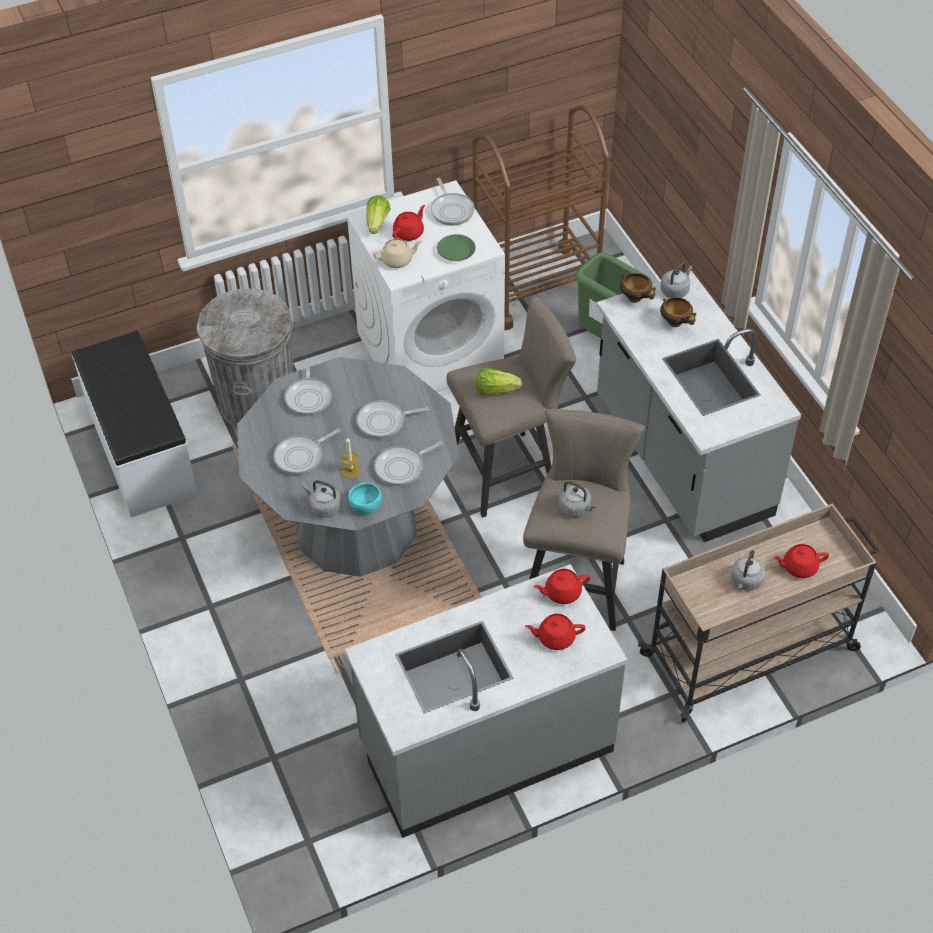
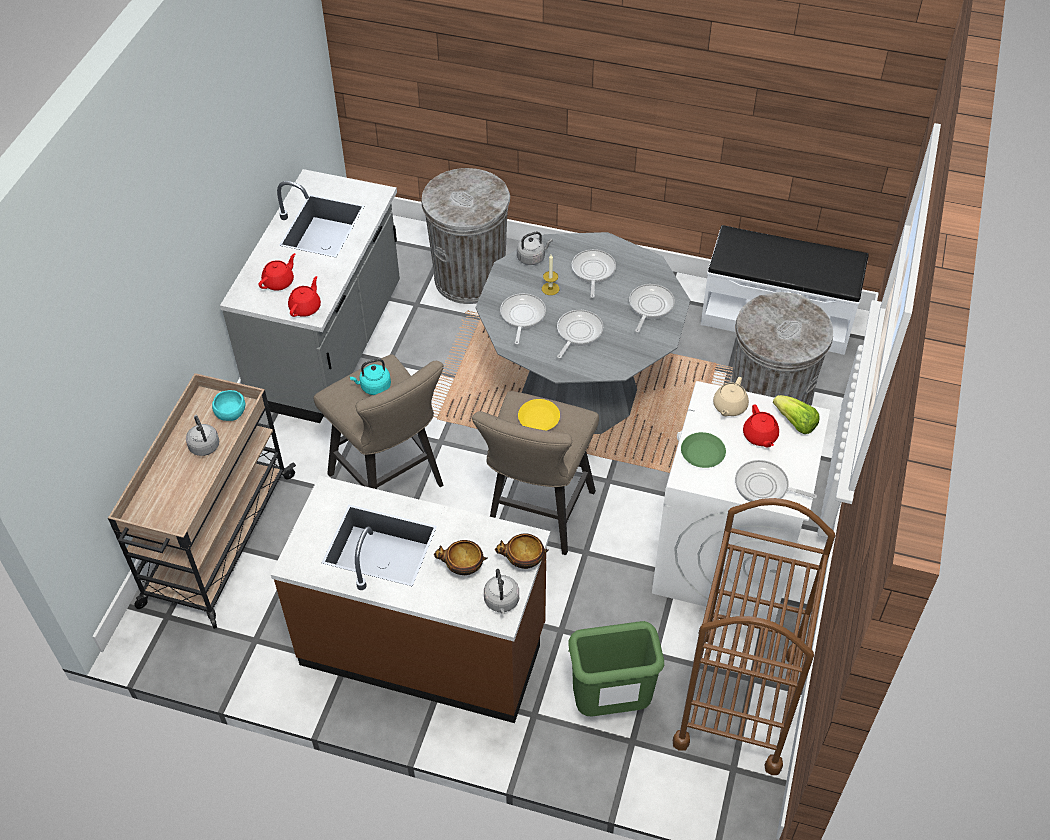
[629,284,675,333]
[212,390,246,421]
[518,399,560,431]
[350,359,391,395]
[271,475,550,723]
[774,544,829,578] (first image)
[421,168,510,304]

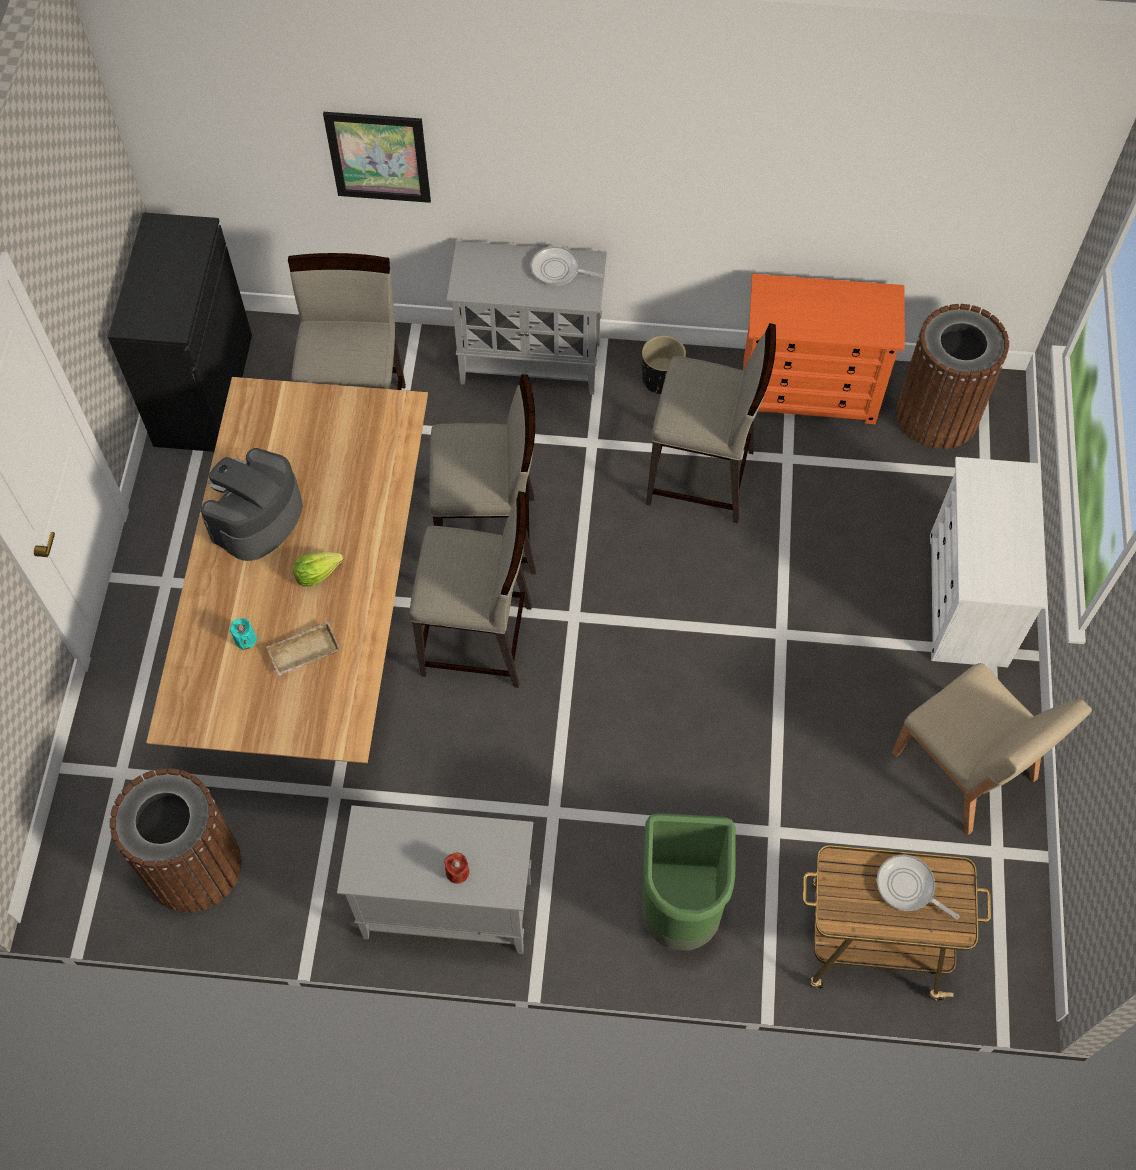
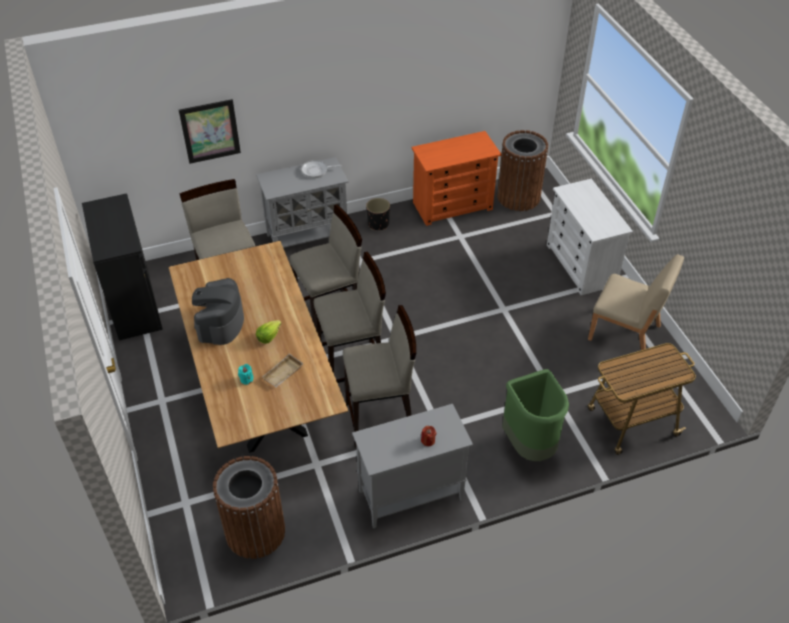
[343,305,416,448]
[877,855,959,920] (first image)

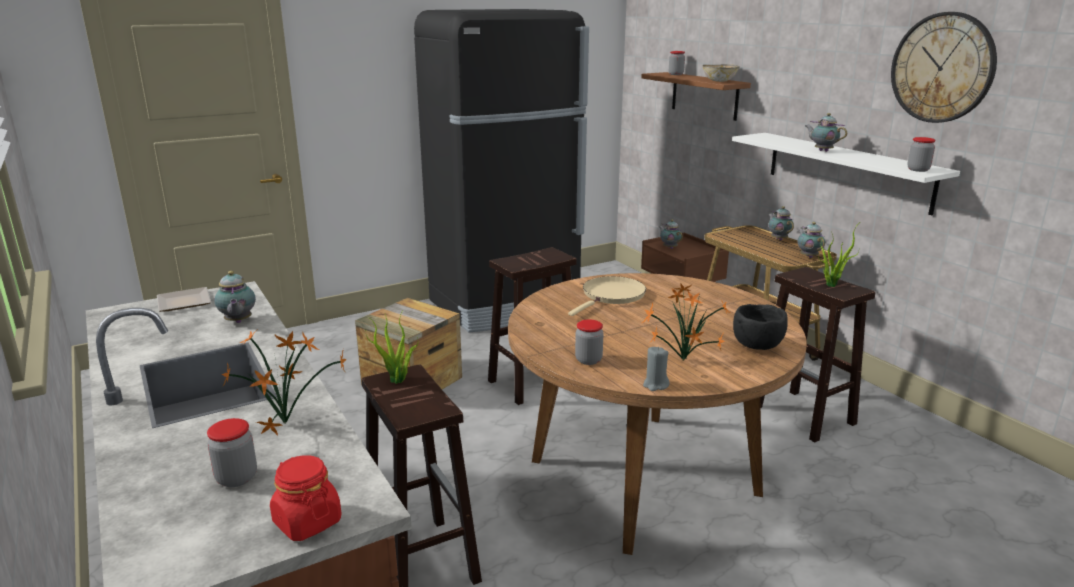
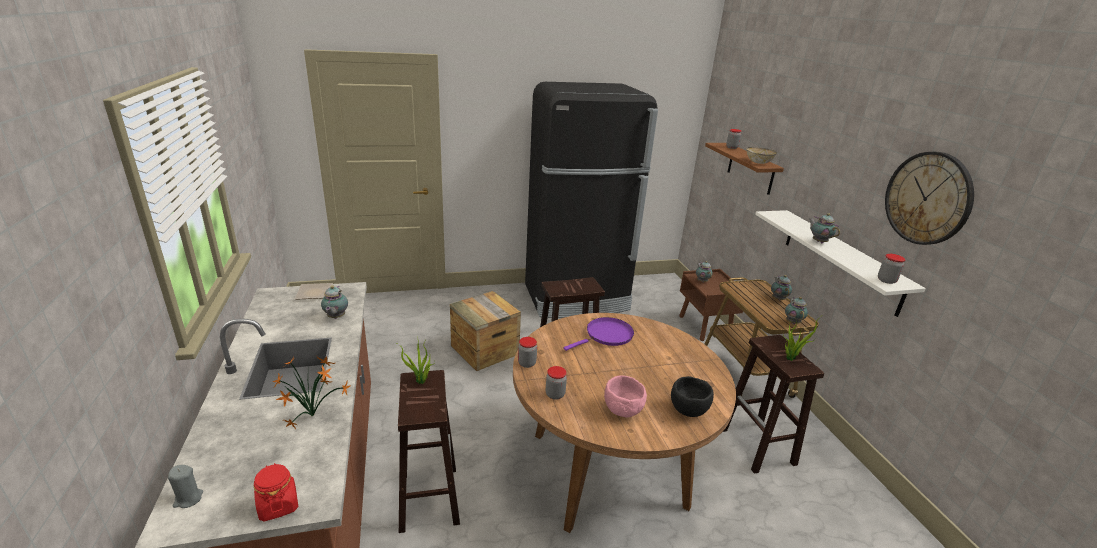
[518,337,537,368]
[563,317,634,351]
[604,375,647,417]
[168,465,203,508]

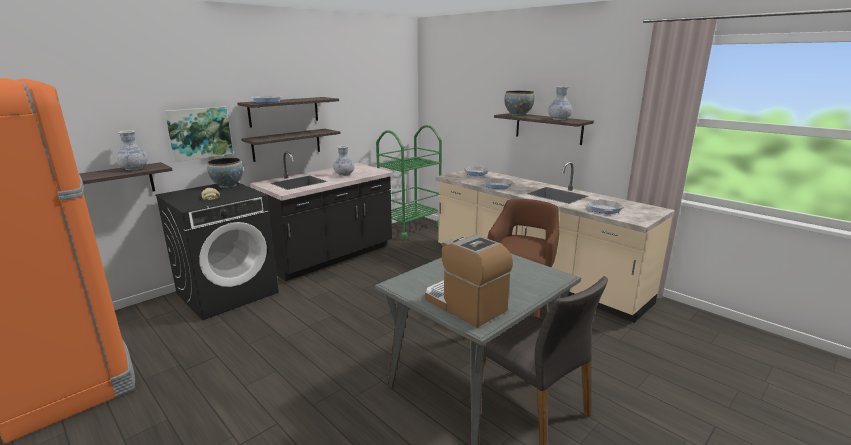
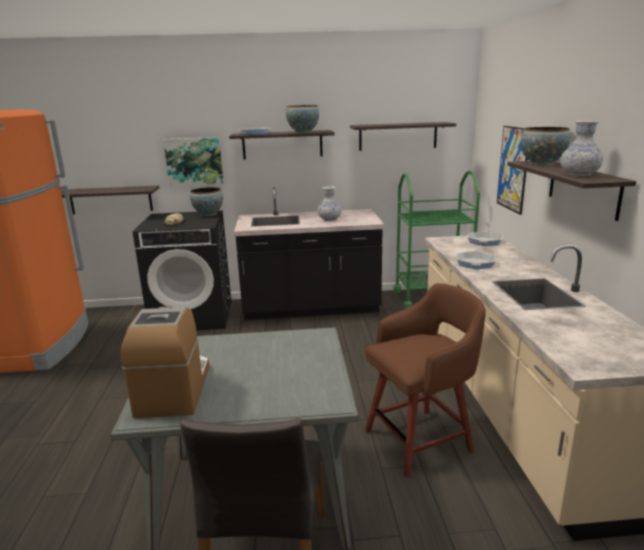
[116,131,148,170] (first image)
[350,122,456,151]
[587,199,623,214] (first image)
[286,105,319,133]
[497,126,528,215]

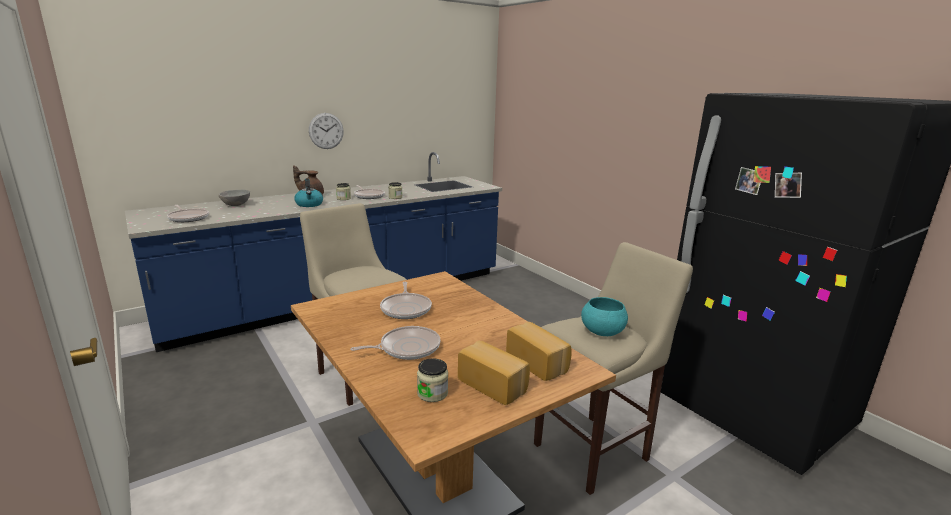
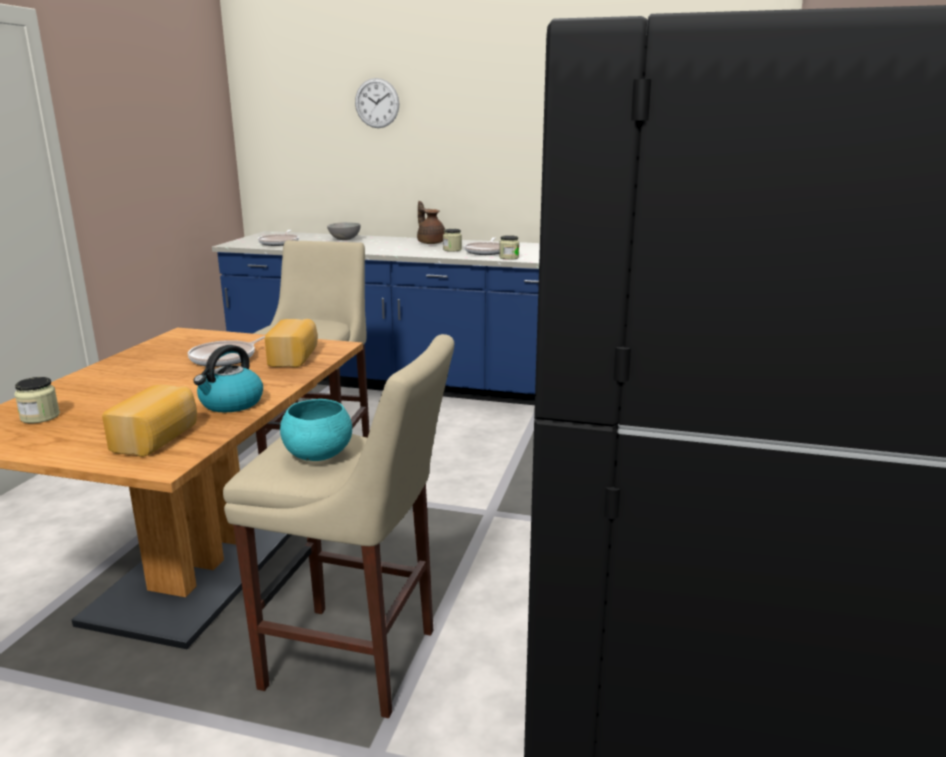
[193,345,263,412]
[355,78,399,128]
[350,326,440,360] (first image)
[265,319,318,367]

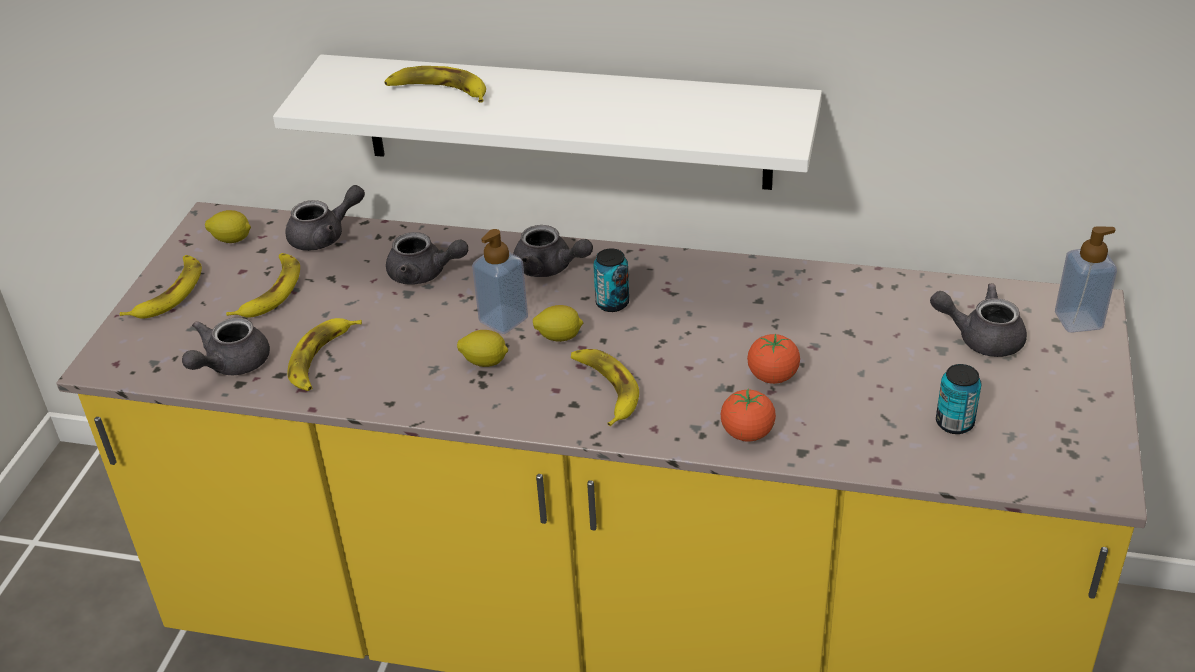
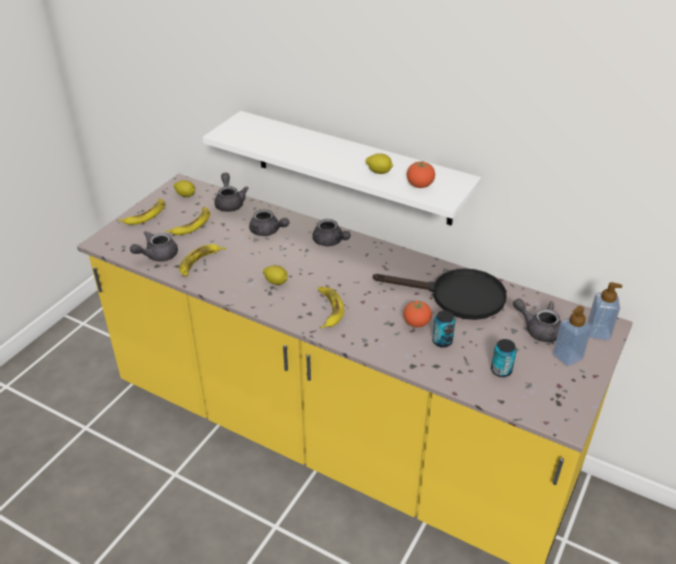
[214,173,248,212]
[384,66,486,102] (first image)
[553,306,592,366]
[366,153,393,174]
[432,311,455,348]
[407,161,435,188]
[373,268,507,320]

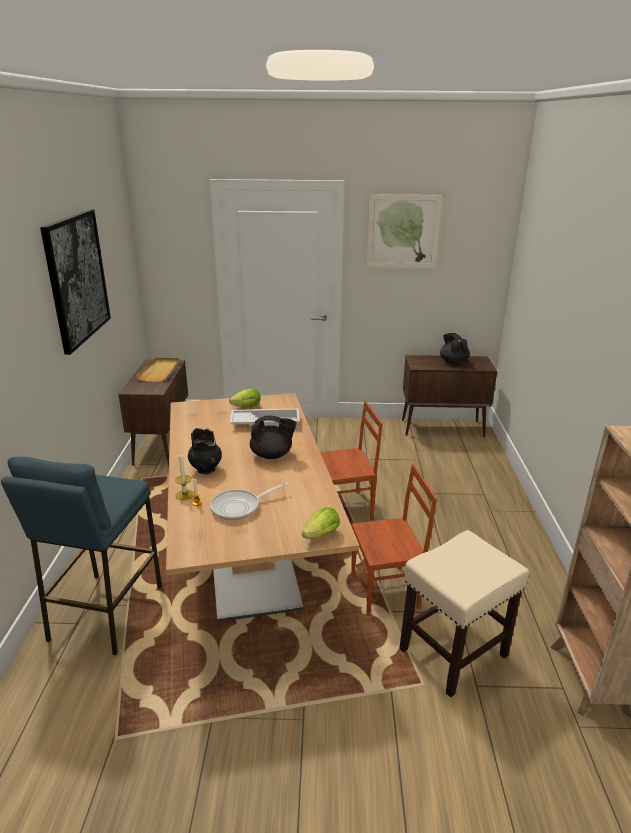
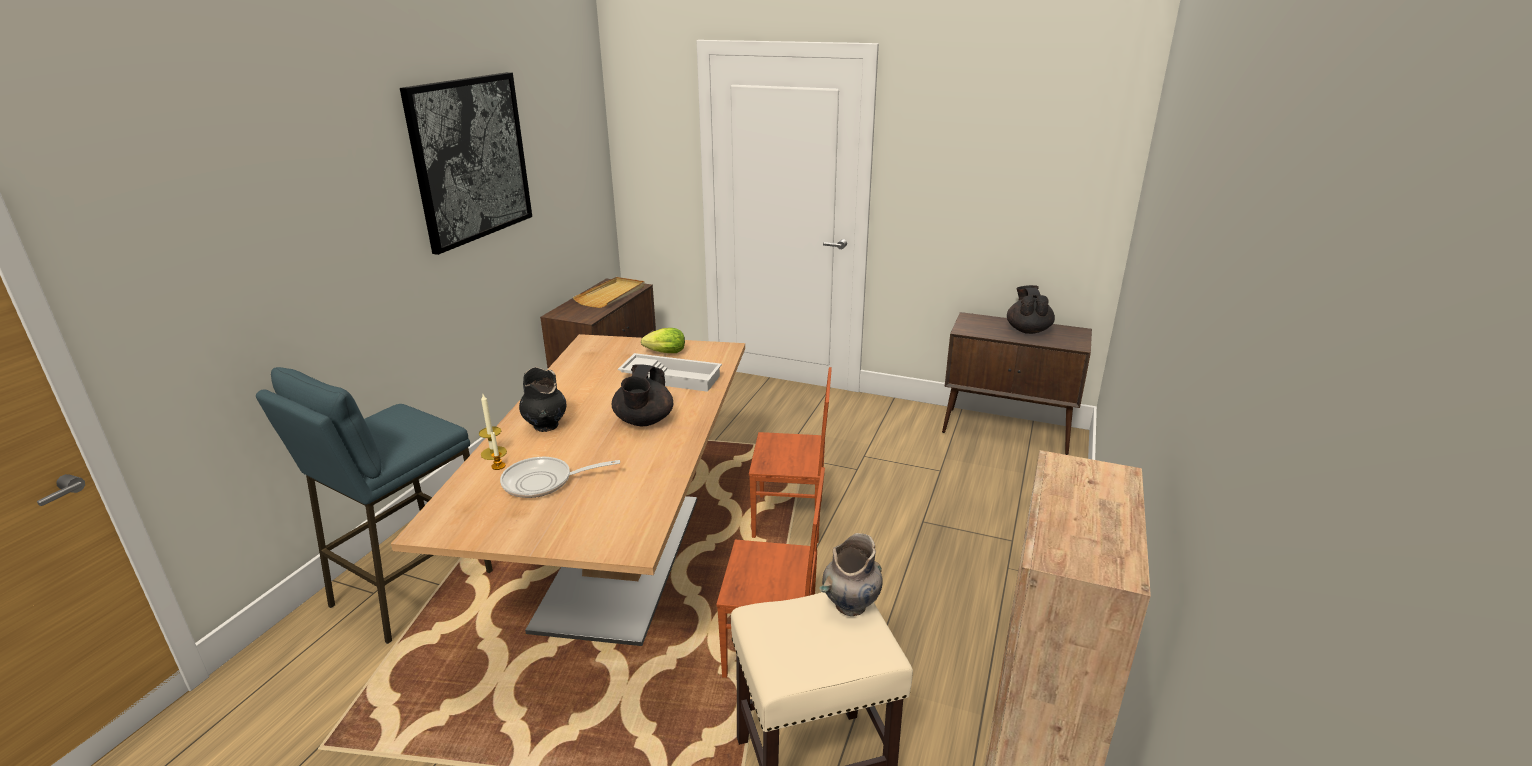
[611,364,673,426]
[302,507,340,539] (first image)
[367,194,443,268] (first image)
[819,533,883,616]

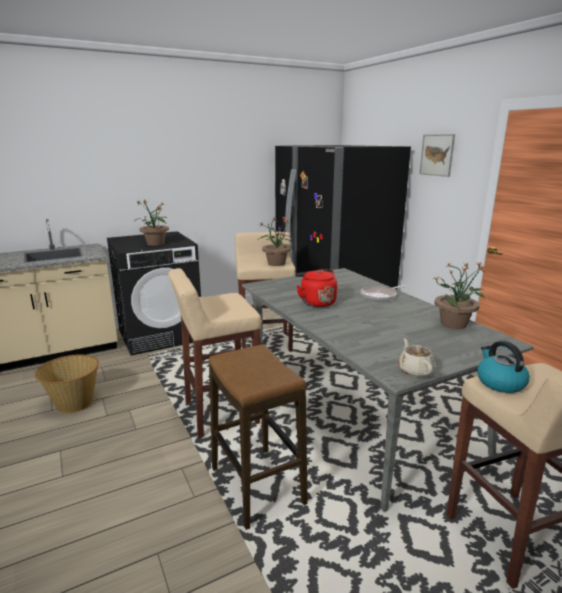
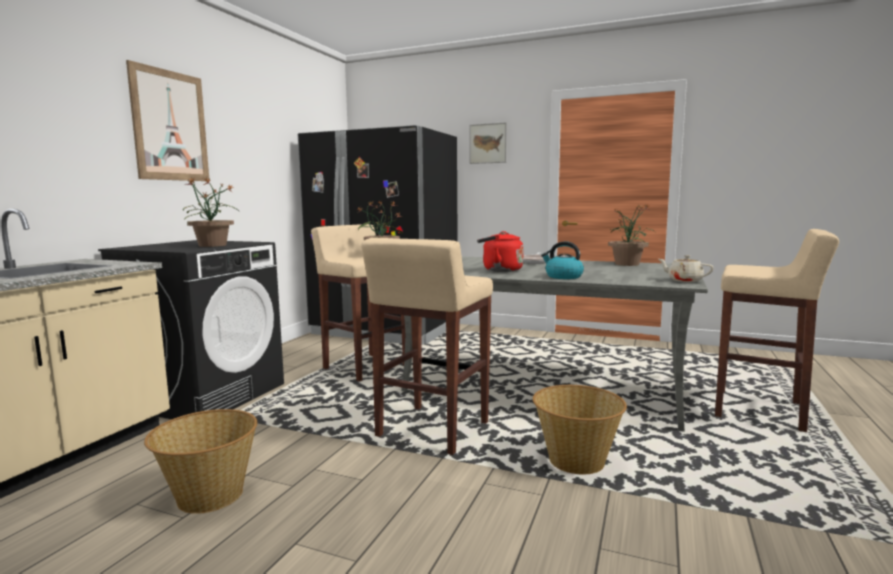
[533,385,627,474]
[541,241,584,279]
[126,60,209,181]

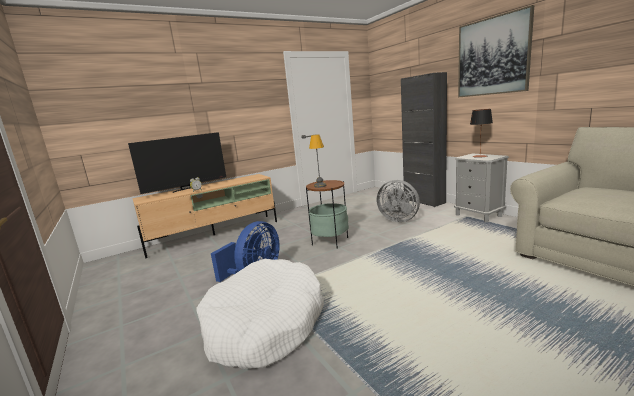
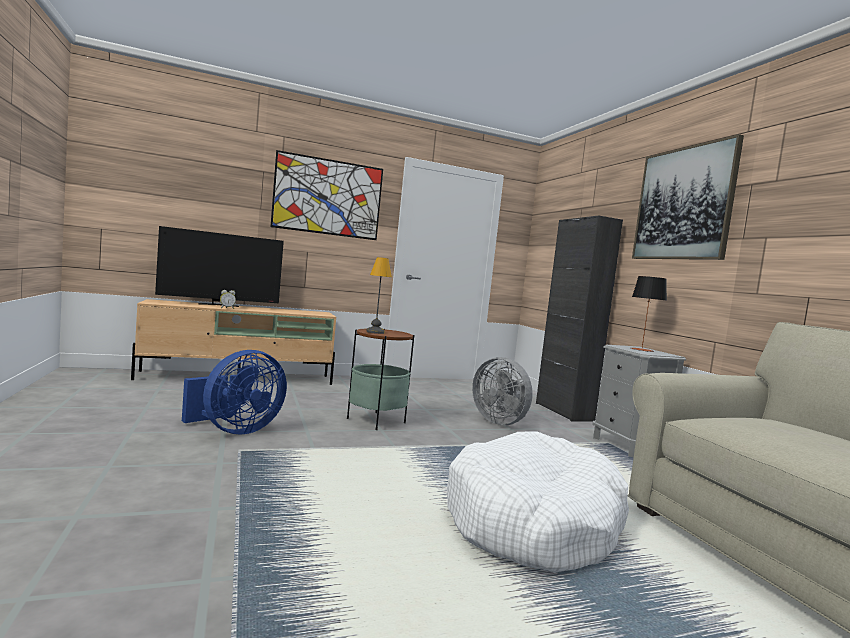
[447,431,629,572]
[270,150,383,240]

